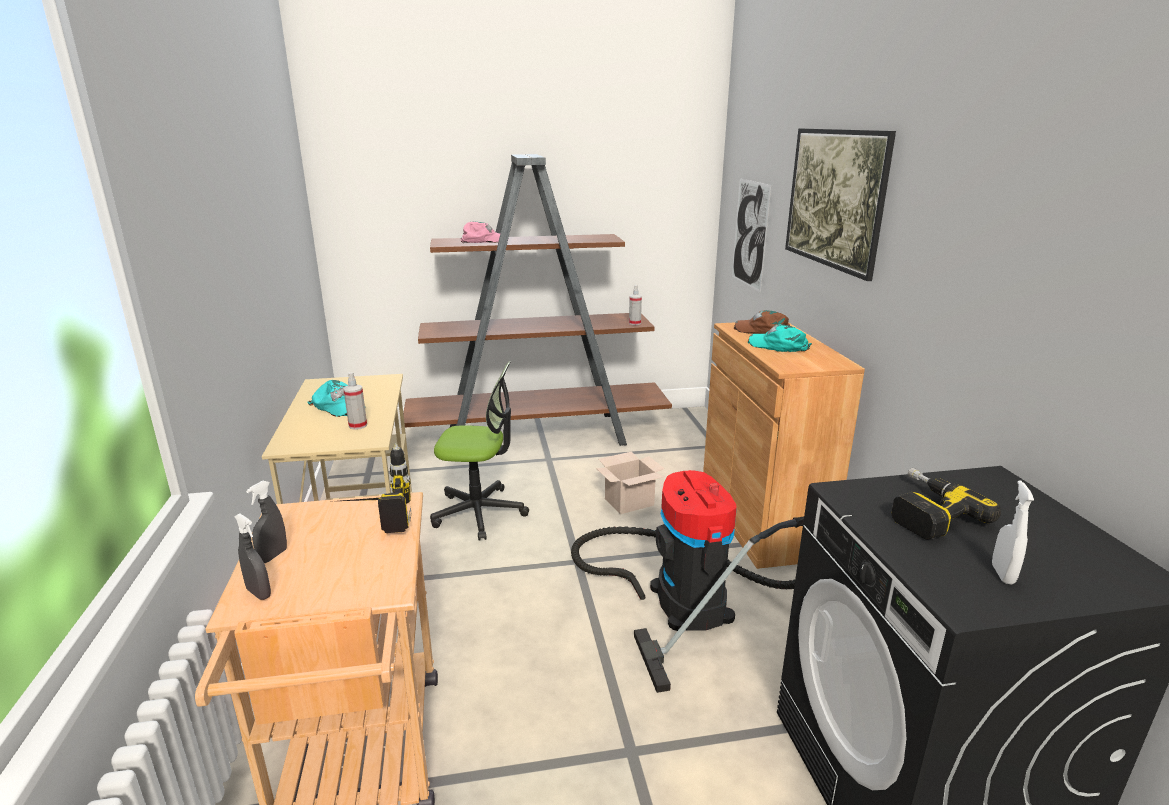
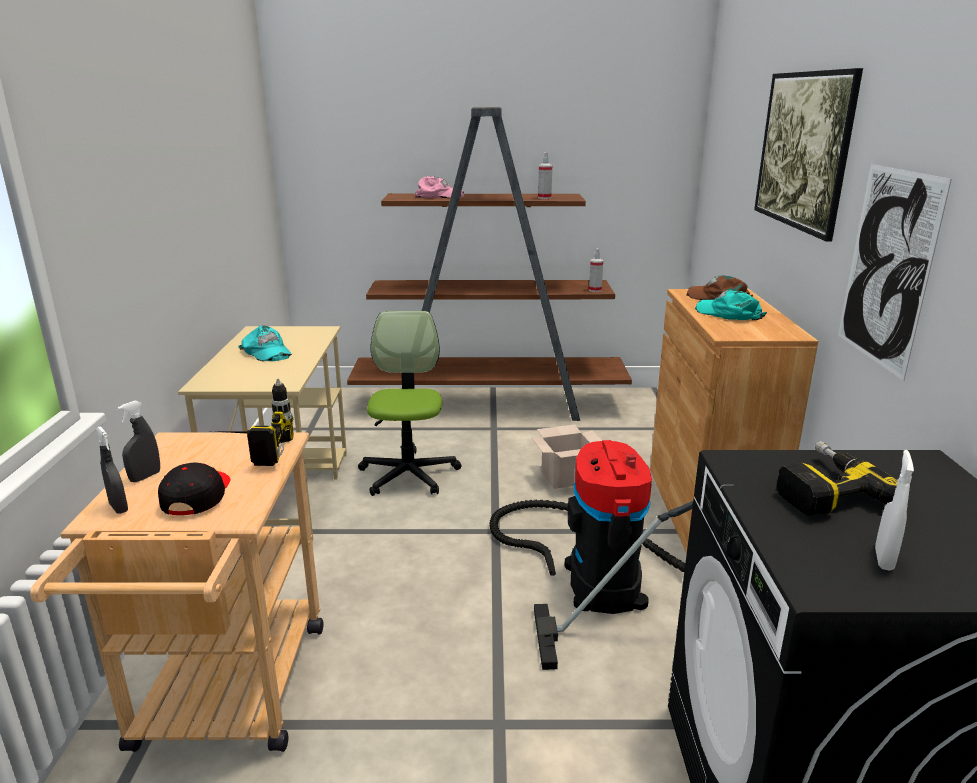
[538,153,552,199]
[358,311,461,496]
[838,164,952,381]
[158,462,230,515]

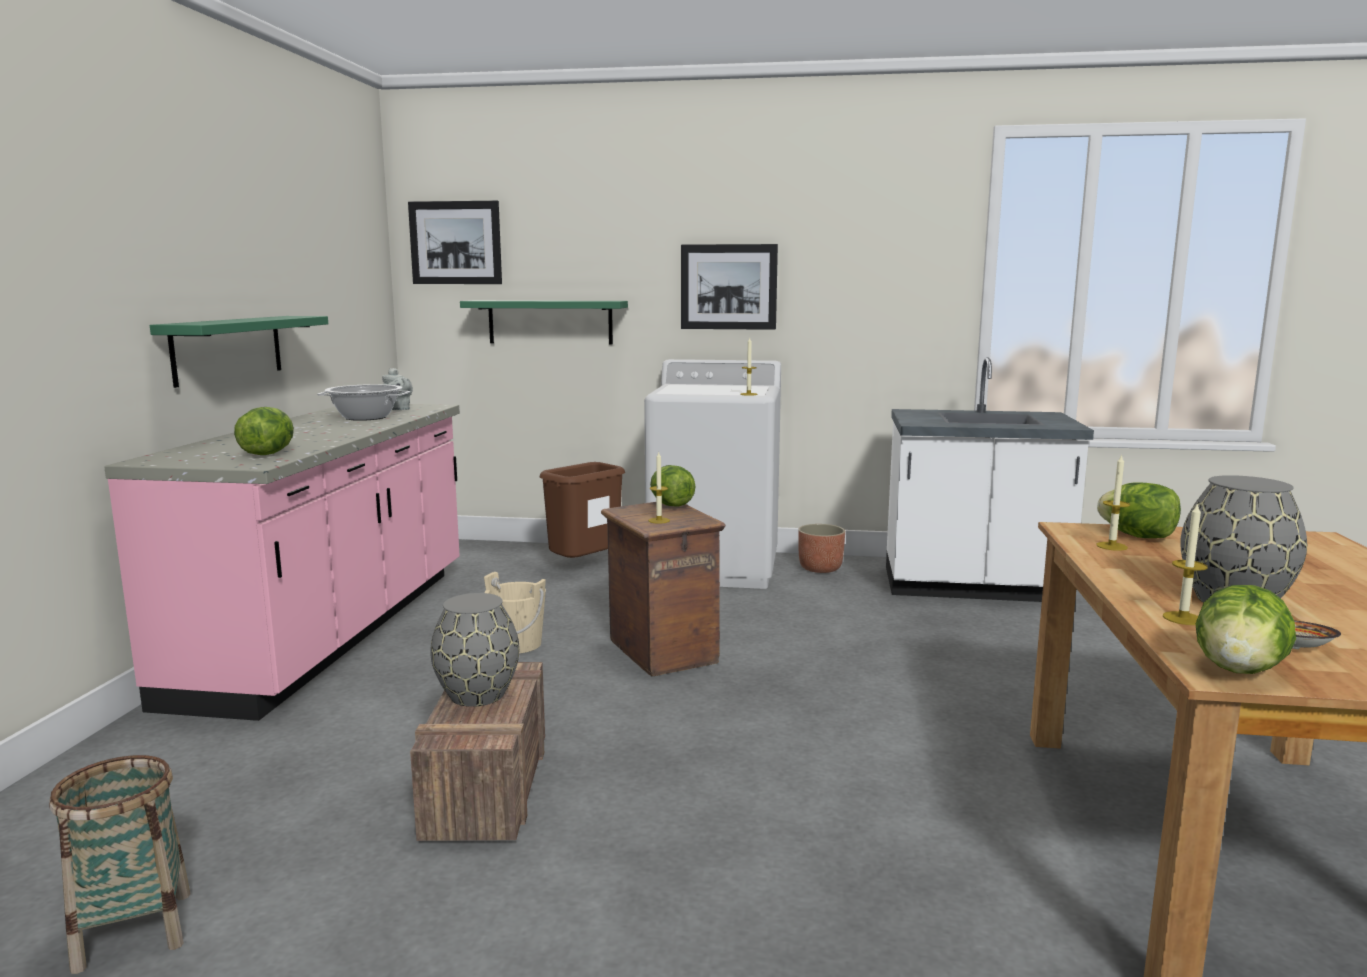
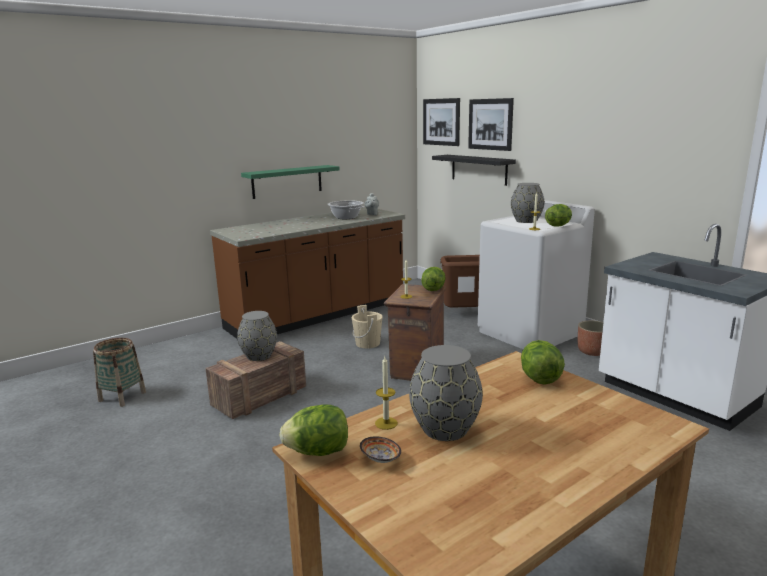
[210,207,405,339]
[545,204,572,227]
[432,155,516,186]
[468,98,514,151]
[1096,454,1130,551] (first image)
[511,183,544,223]

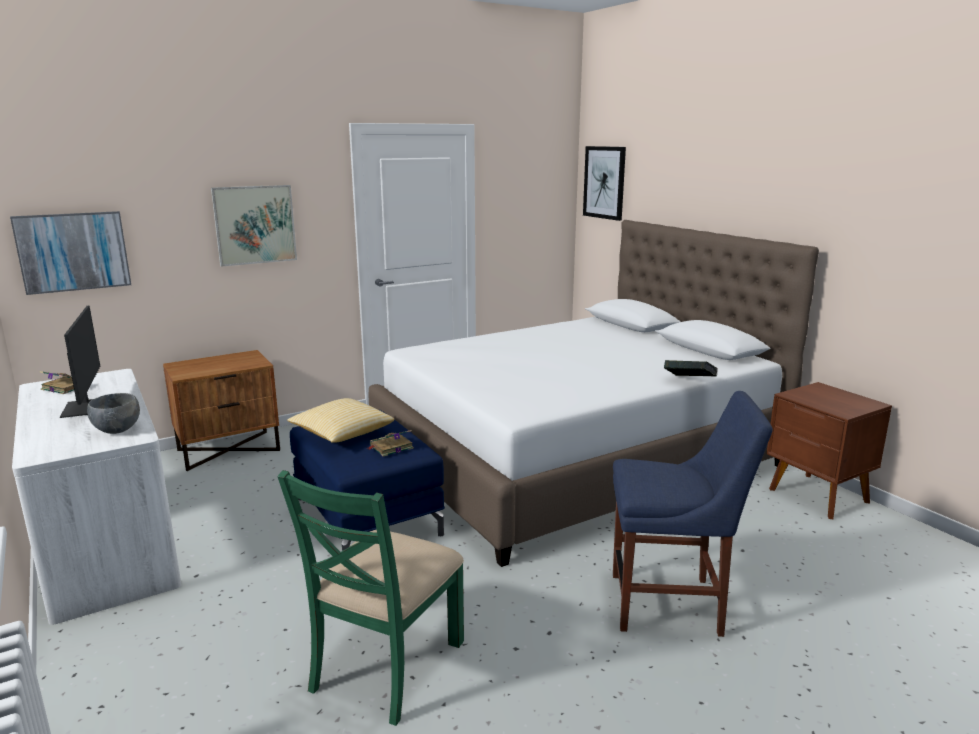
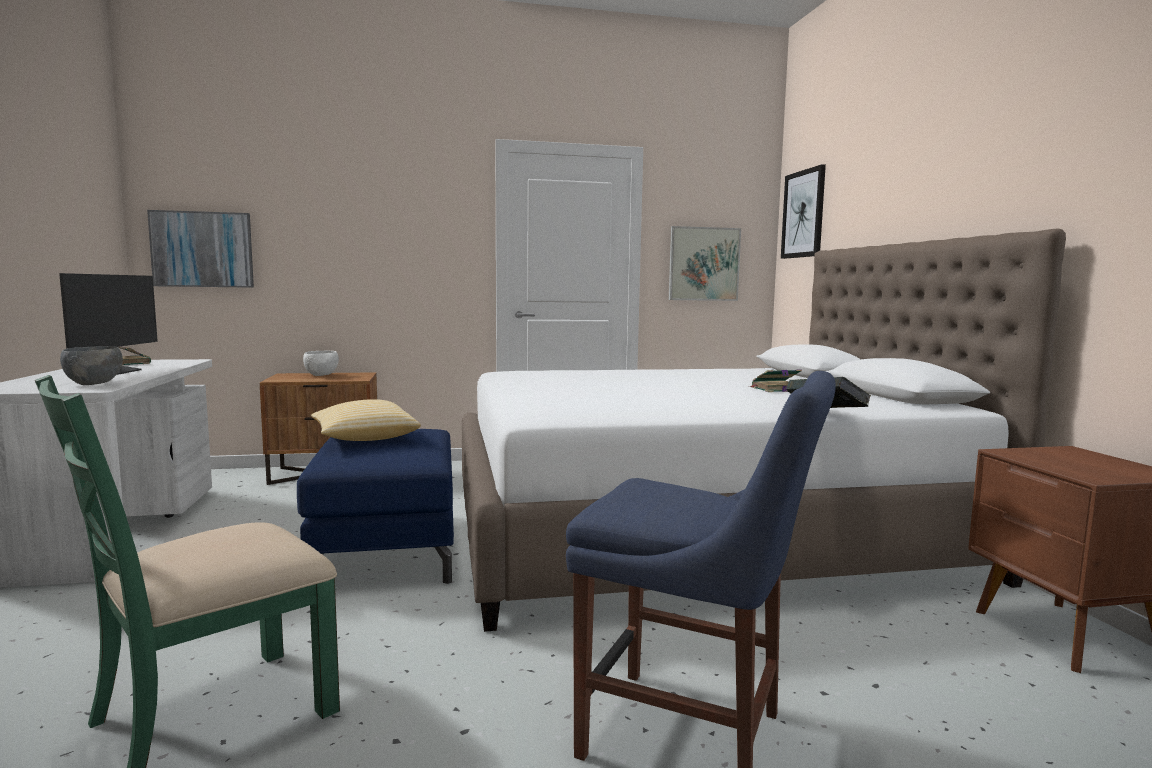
[669,226,741,301]
[748,369,802,392]
[303,351,339,376]

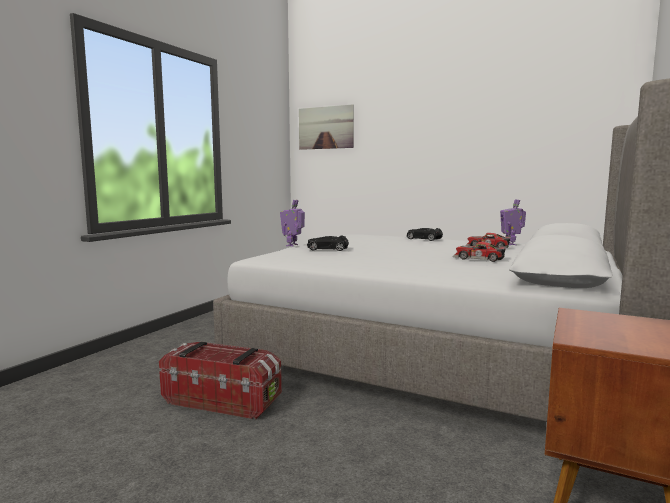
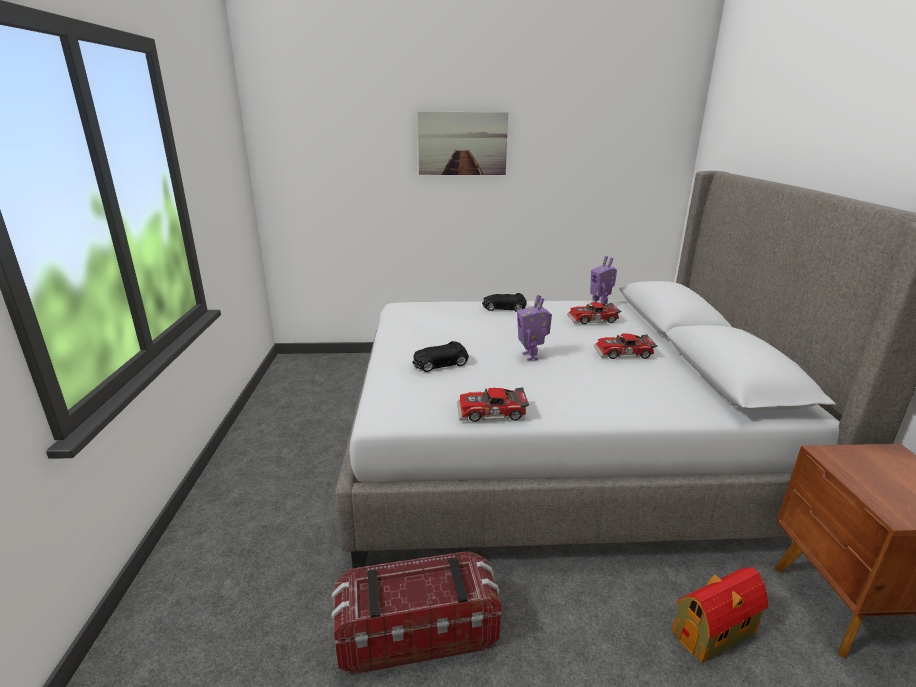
[517,295,552,360]
[418,111,508,175]
[457,387,529,422]
[672,567,768,663]

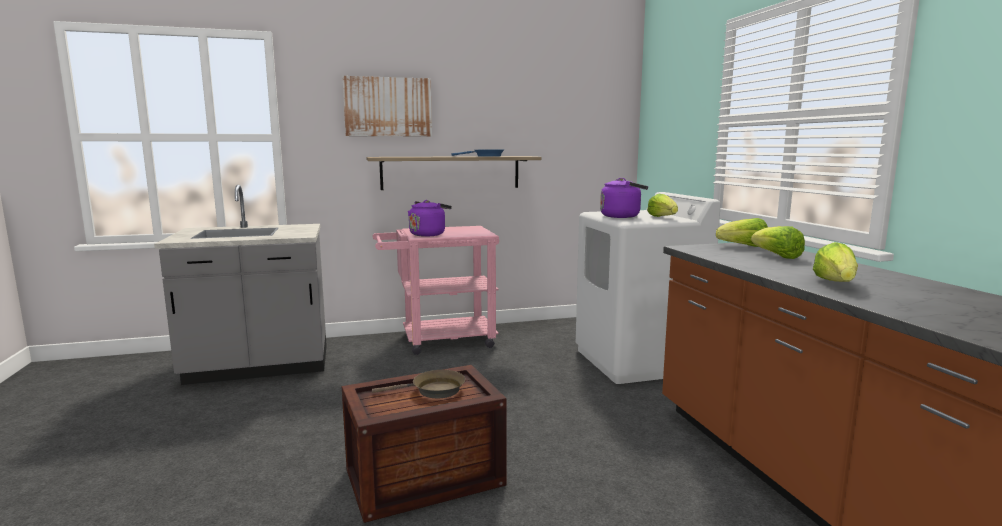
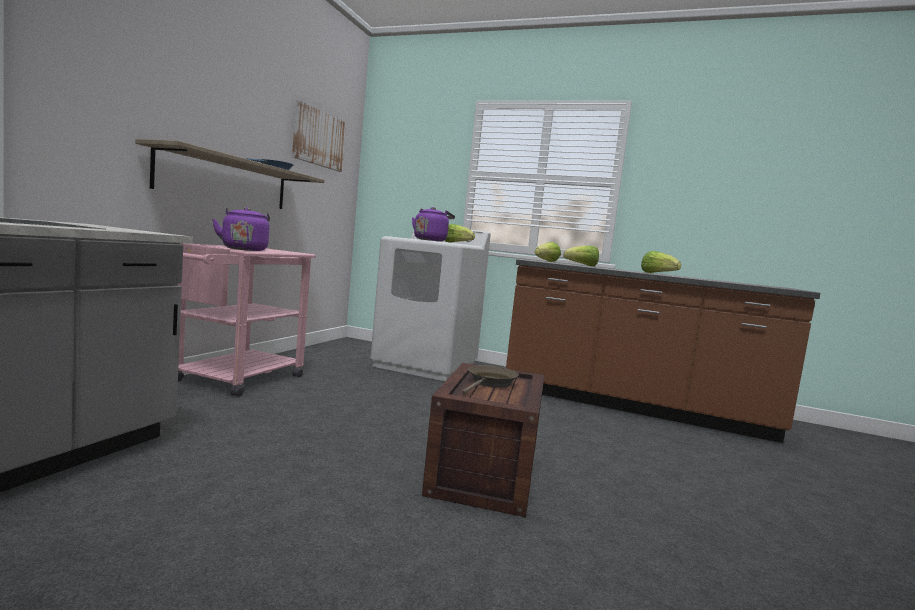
[292,101,346,172]

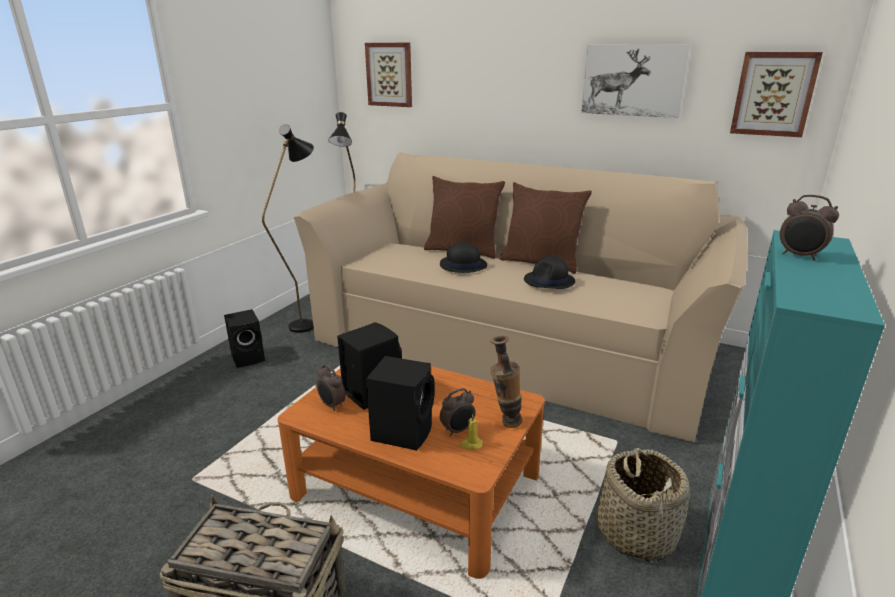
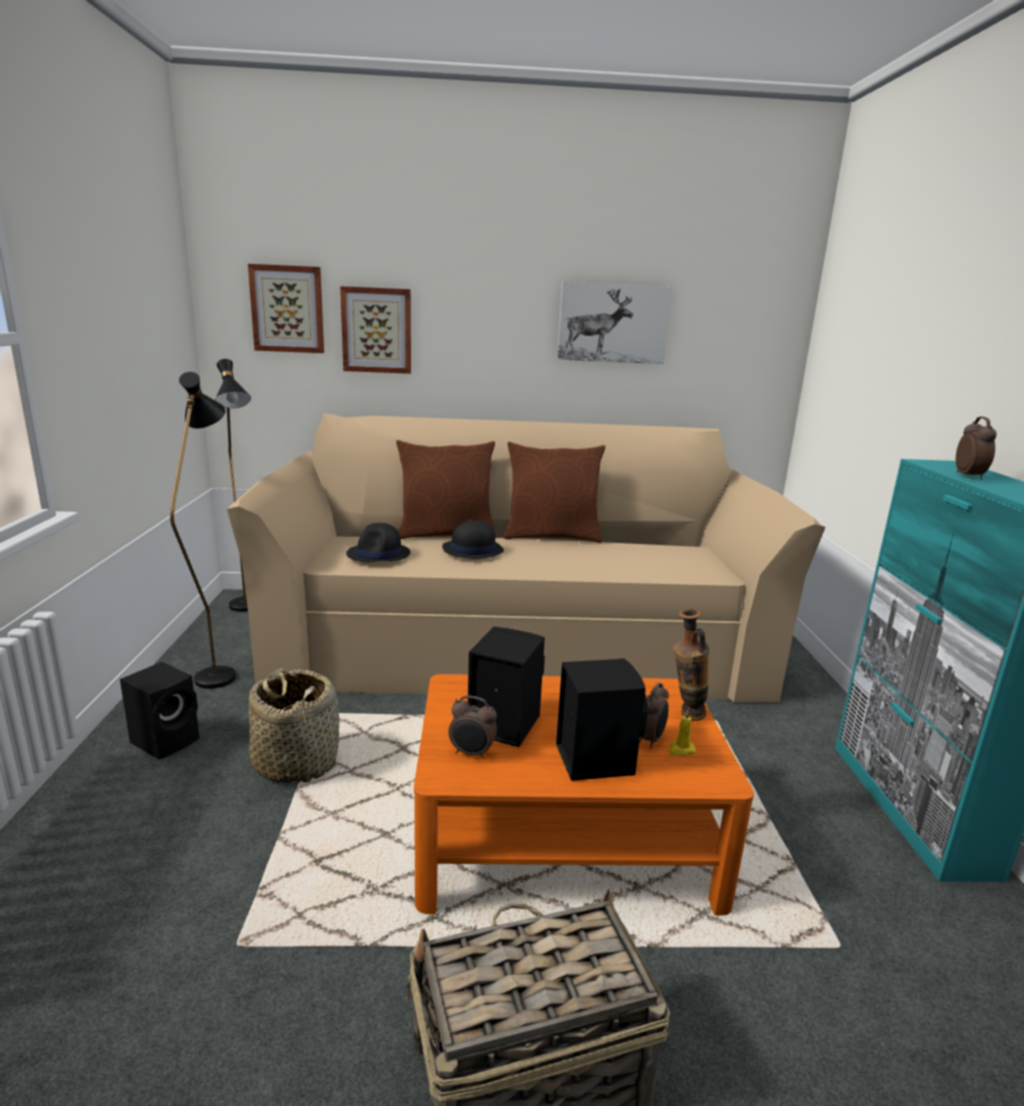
[346,523,410,563]
[248,668,339,784]
[340,286,411,374]
[956,416,997,480]

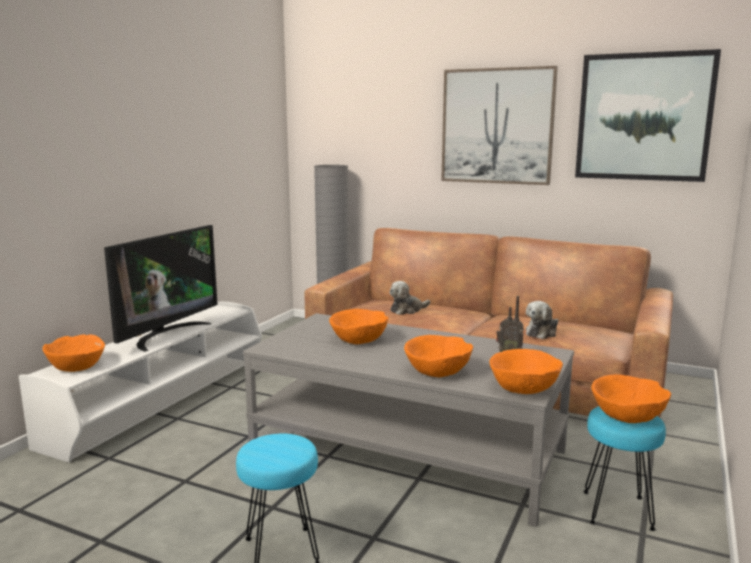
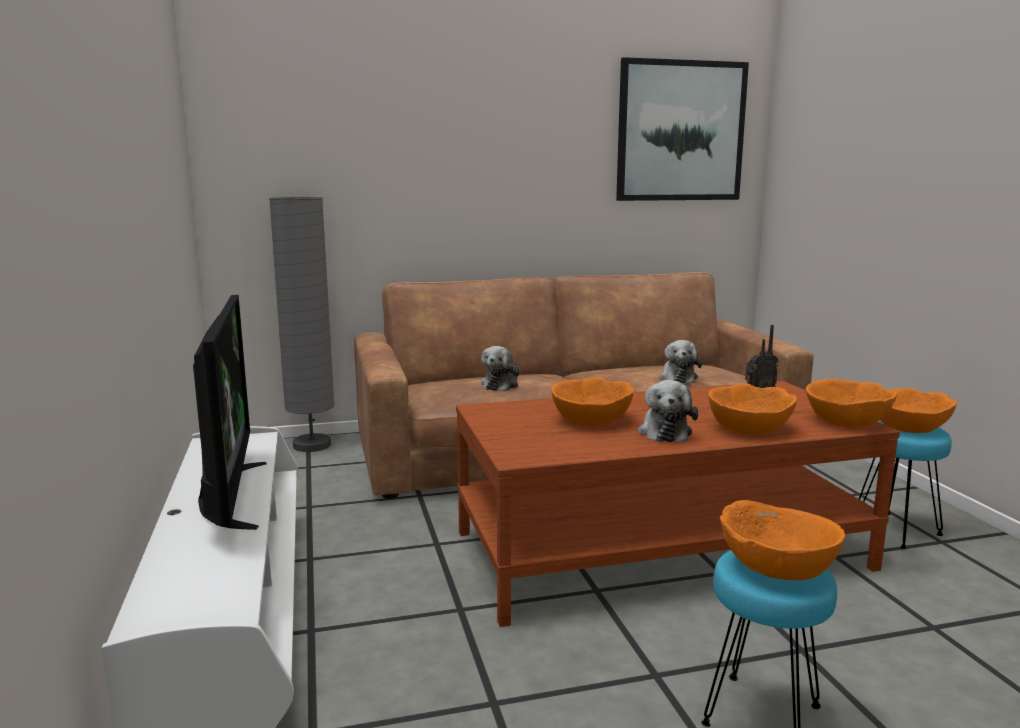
[720,500,845,580]
[456,381,900,627]
[441,66,558,185] (first image)
[638,380,698,442]

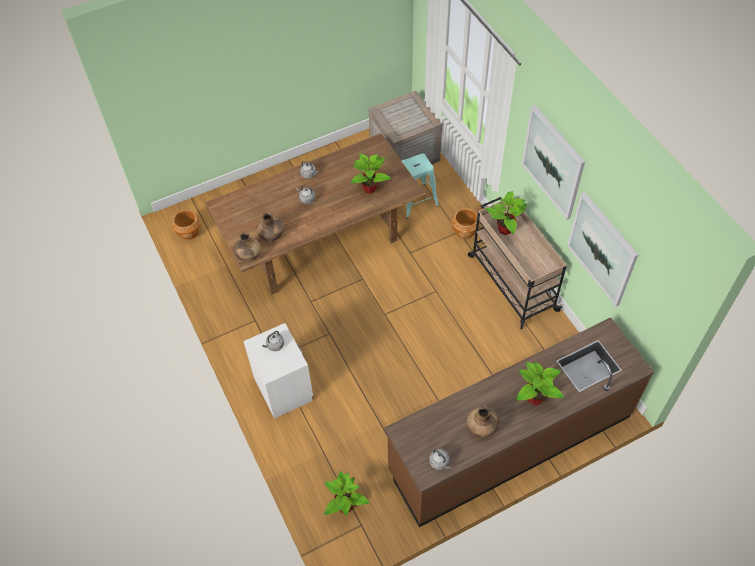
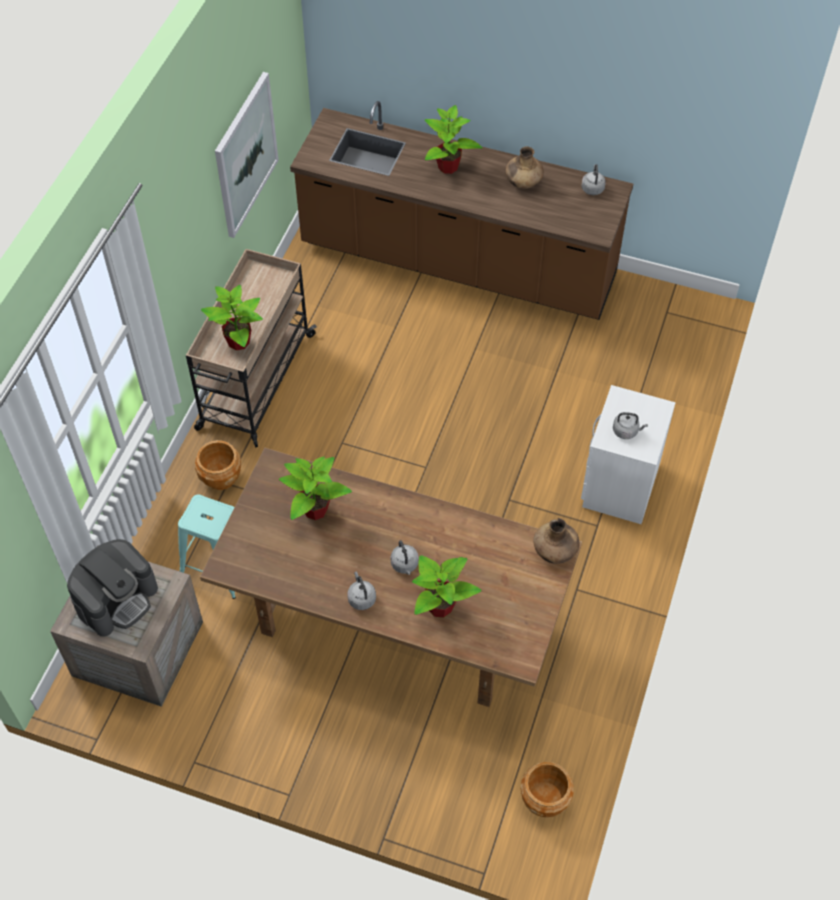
[257,212,284,241] (first image)
[412,555,482,618]
[521,105,585,220] (first image)
[67,539,158,637]

